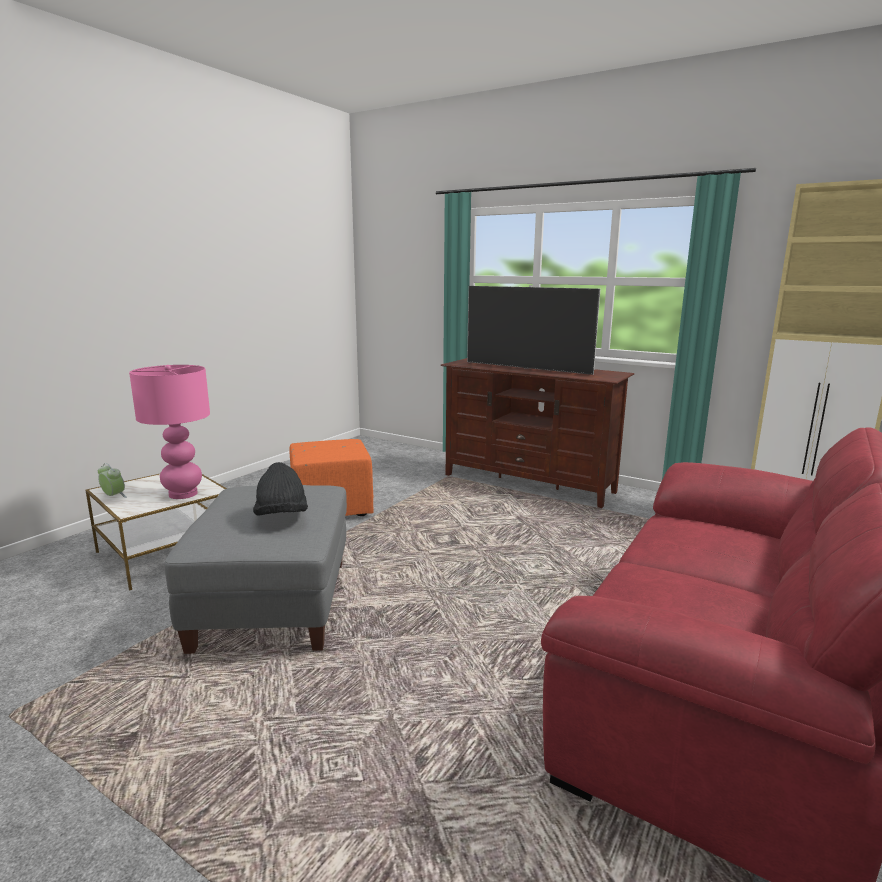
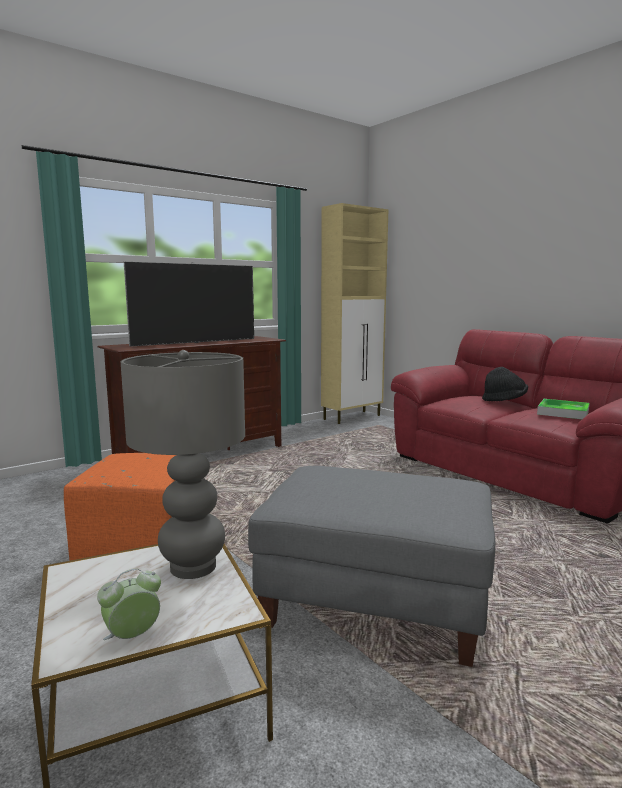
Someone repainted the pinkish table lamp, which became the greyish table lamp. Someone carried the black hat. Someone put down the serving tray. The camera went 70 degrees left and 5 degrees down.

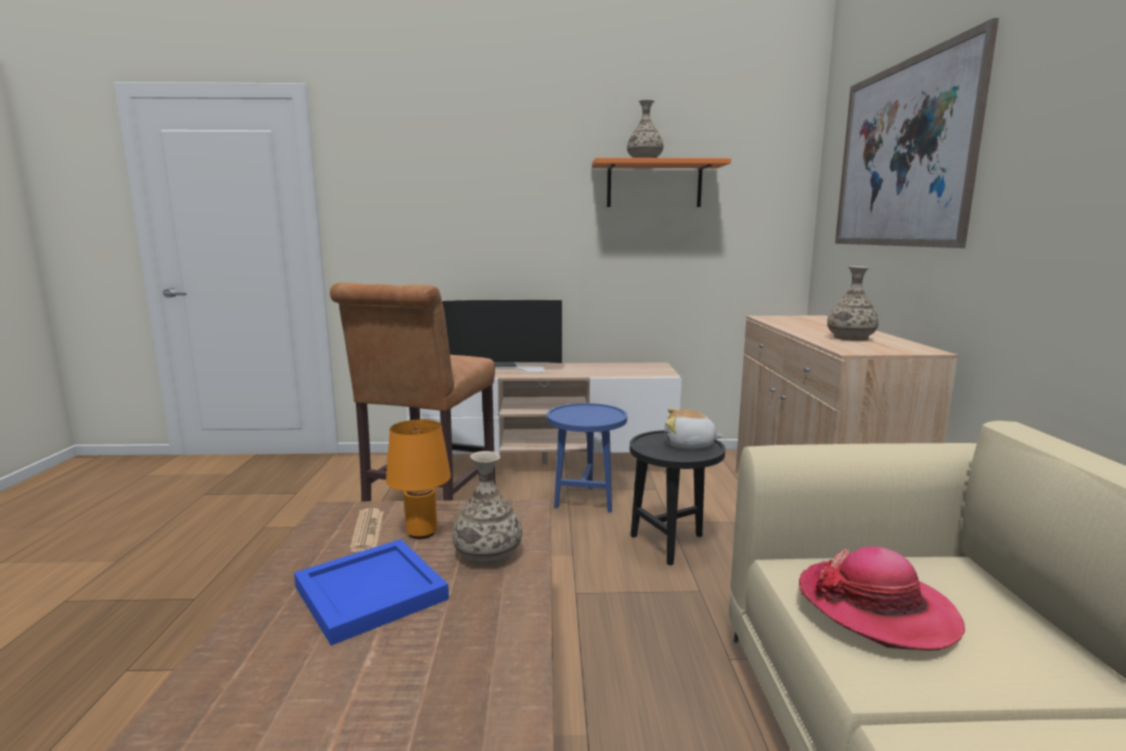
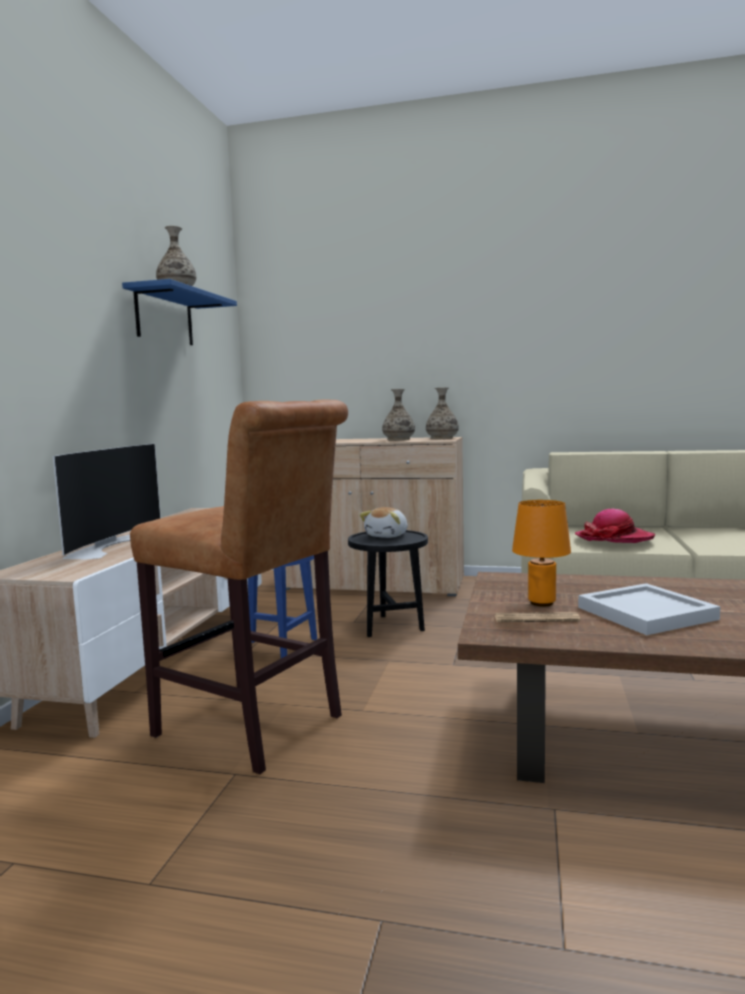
Someone took away the wall picture. Someone repainted the orange wall shelf, which became the blue-coloured wall shelf. Someone carried the vase (no. 1 from left in the first image). Someone repainted the blue-coloured serving tray, which became the whitish serving tray. The camera went 75 degrees left and 5 degrees down.

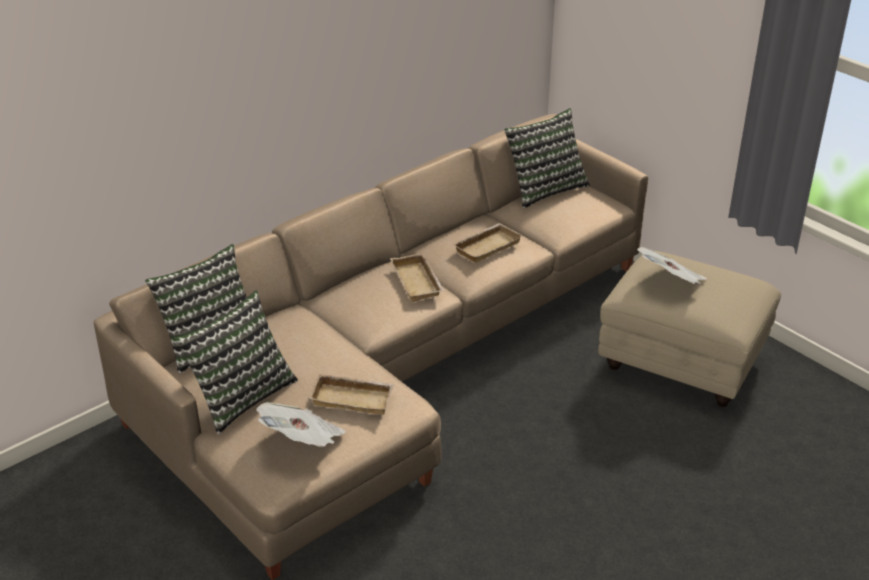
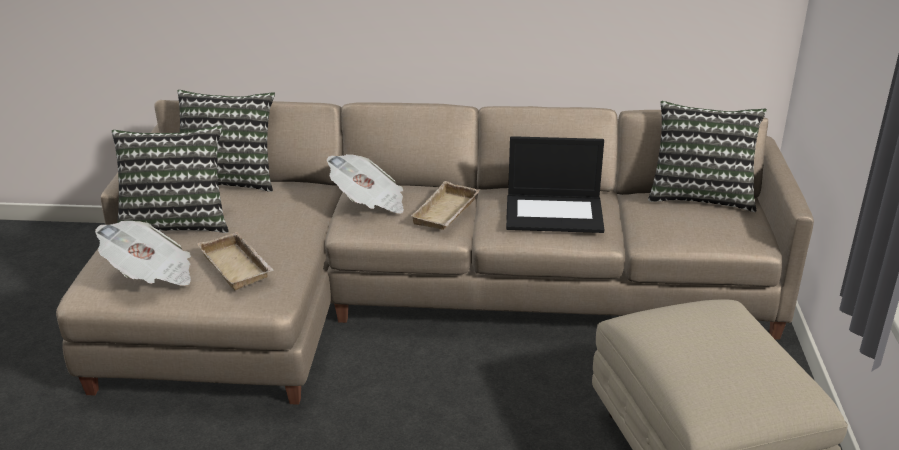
Someone swapped the sand-coloured serving tray (no. 3 from left) for the notebook computer. Someone carried the newspaper (no. 2 from left). The camera went 45 degrees right and 5 degrees down.

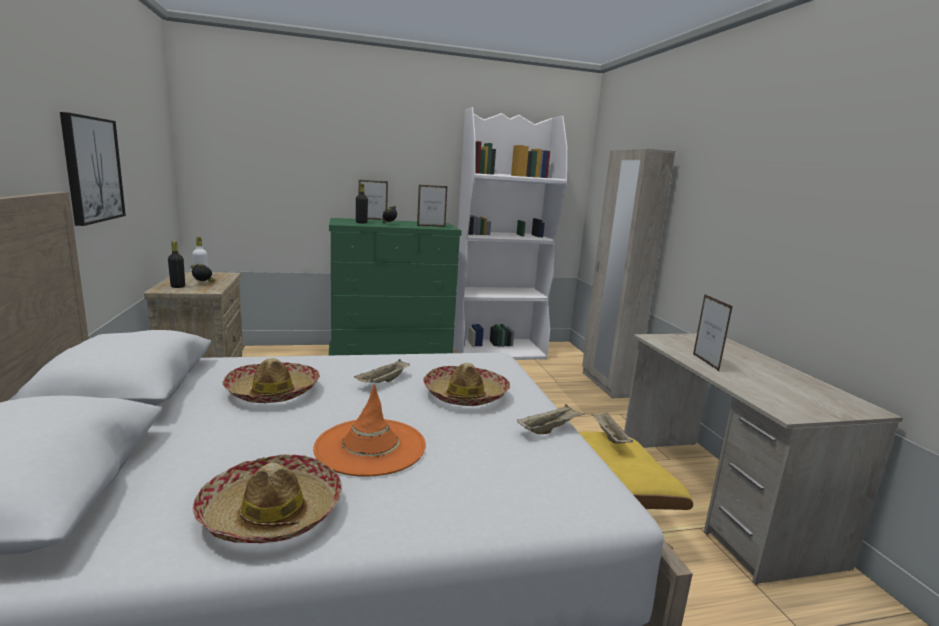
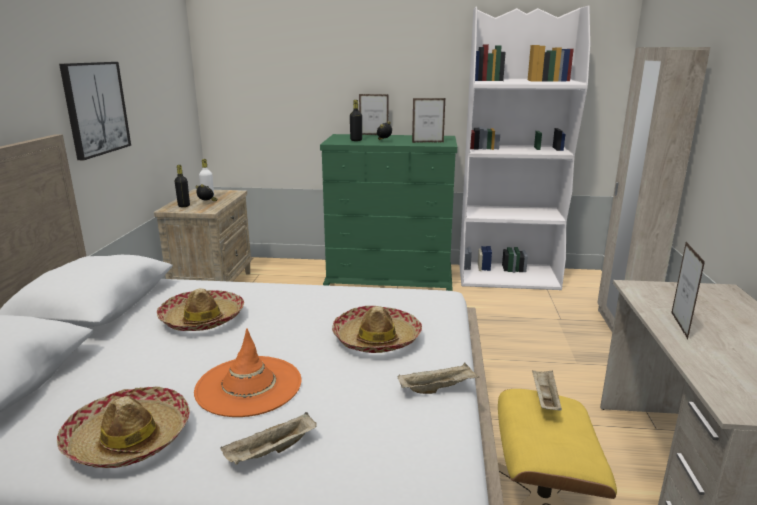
Someone carried the sand-coloured serving tray (no. 1 from left). The camera went 20 degrees right and 5 degrees up.

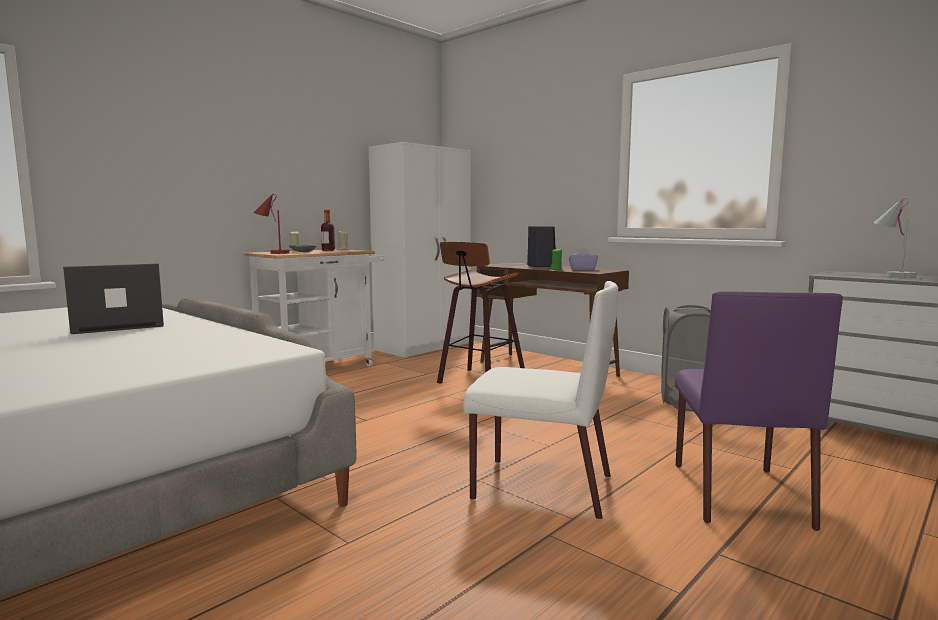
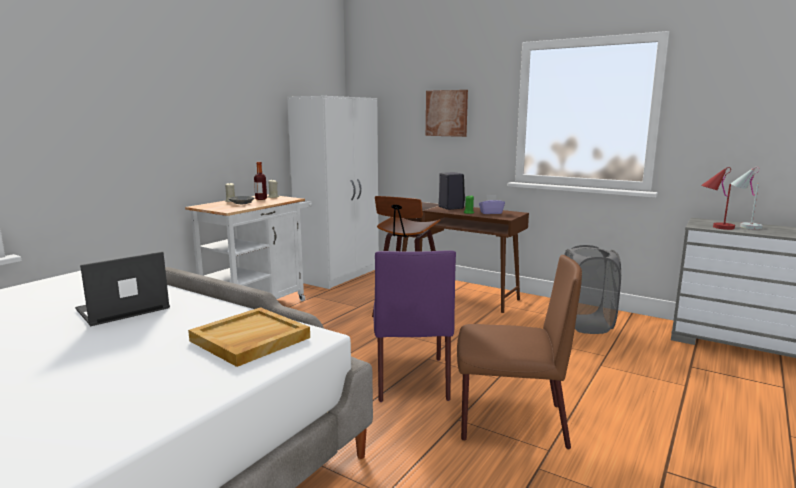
Someone carried the red-coloured table lamp. Someone repainted the whitish plain chair, which became the brown-coloured plain chair. Someone carried the purplish plain chair. Someone put up the wall picture. Someone put down the sand-coloured serving tray. The camera went 10 degrees left and 5 degrees up.

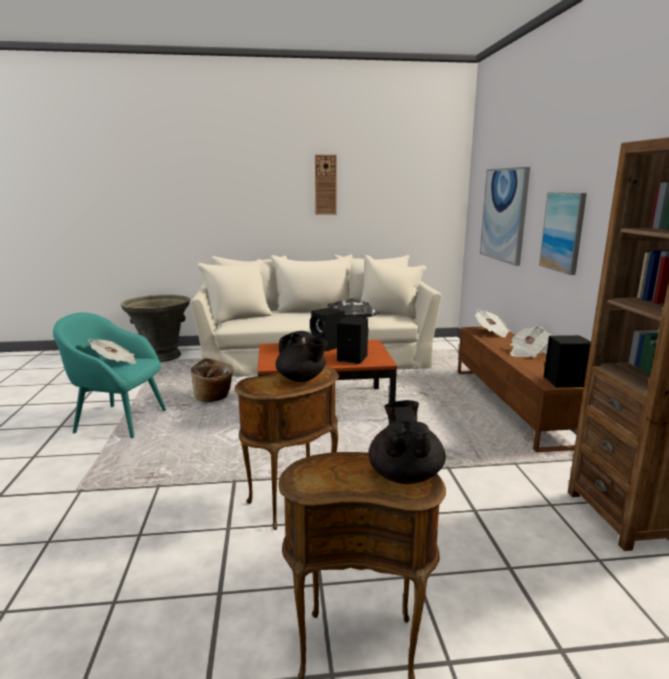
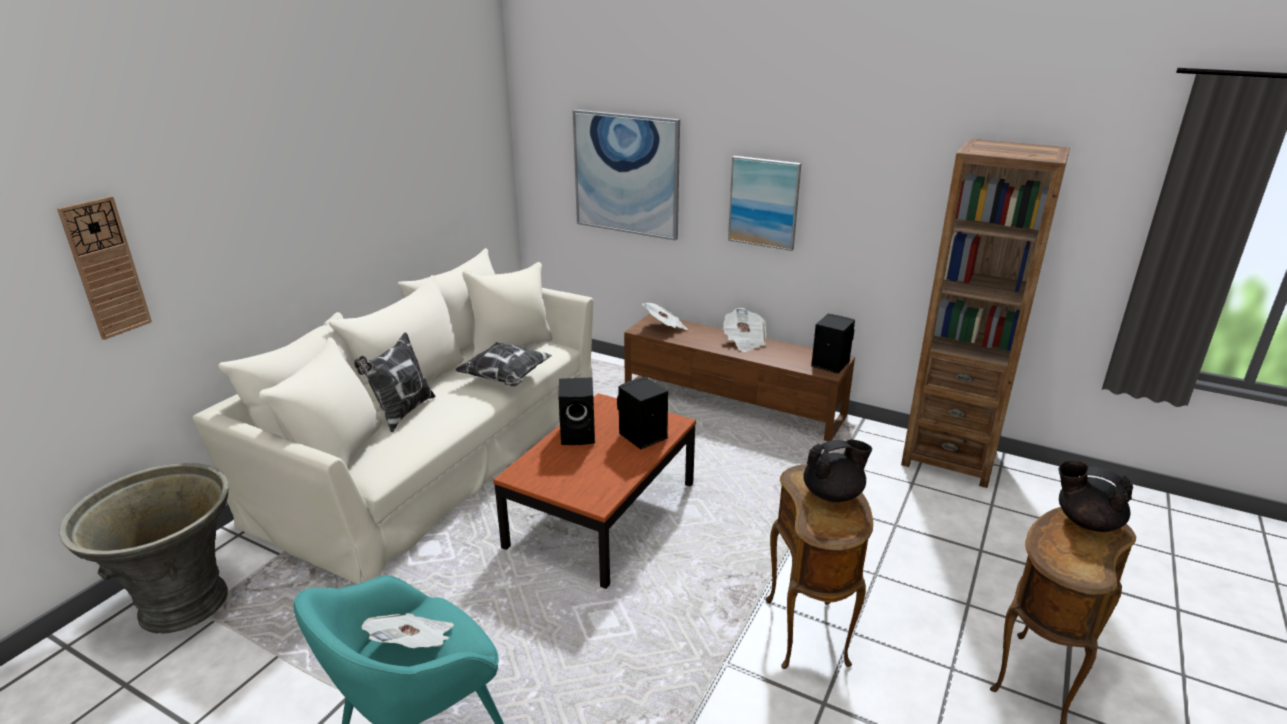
Someone carried the hanging clock. Someone took away the household basket. Someone put down the cushion (no. 1 from left). The camera went 55 degrees left and 10 degrees up.

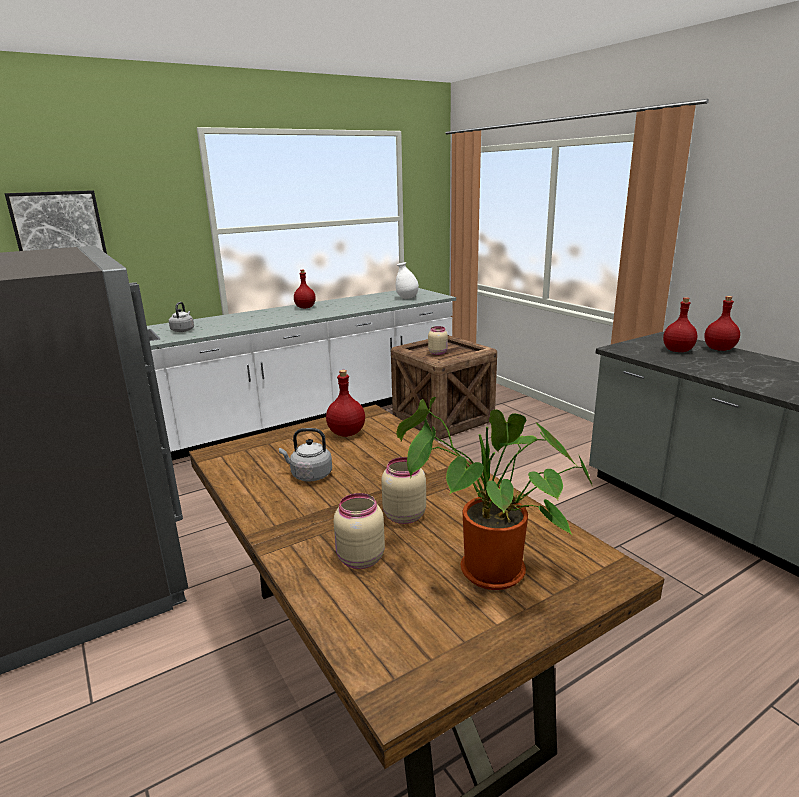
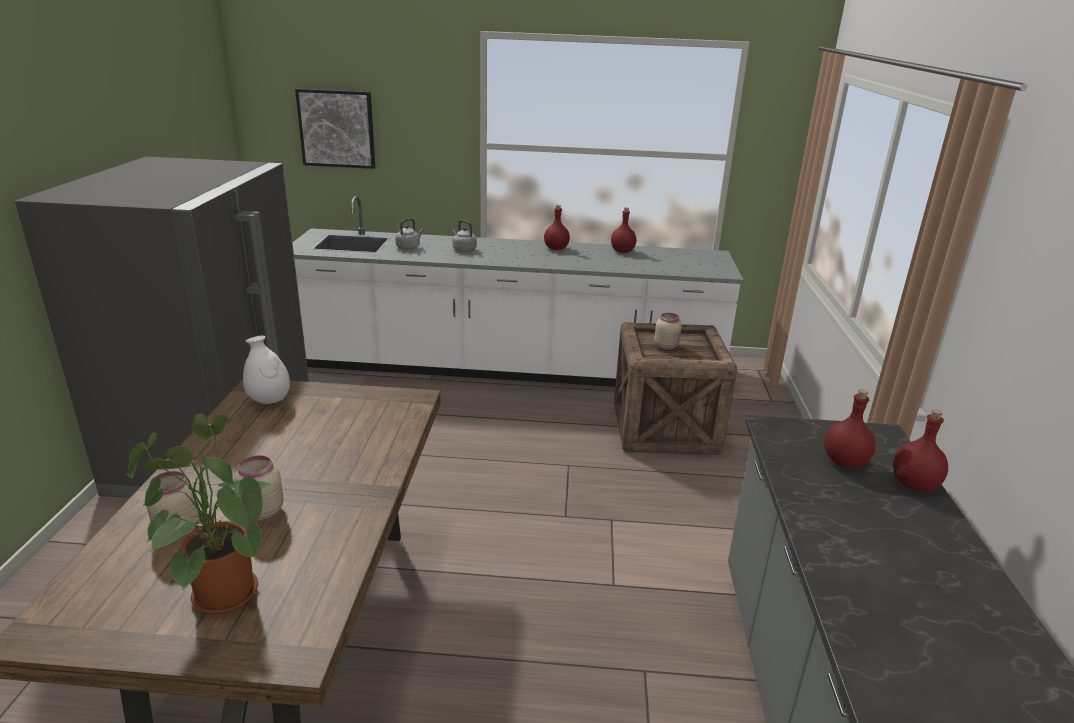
Someone carried the whitish vase. Someone carried the red-coloured beverage bottle (no. 2 from left). Someone carried the greyish kettle (no. 2 from left). The camera went 35 degrees right and 5 degrees up.

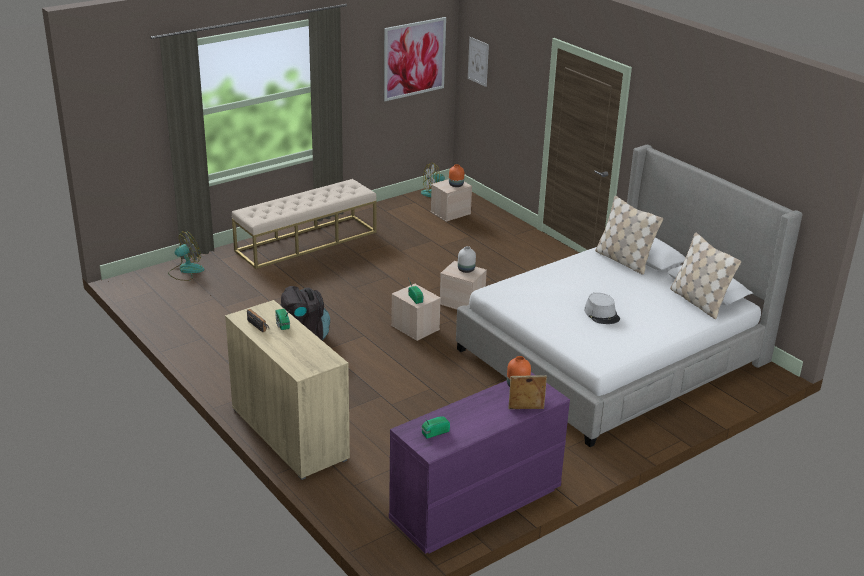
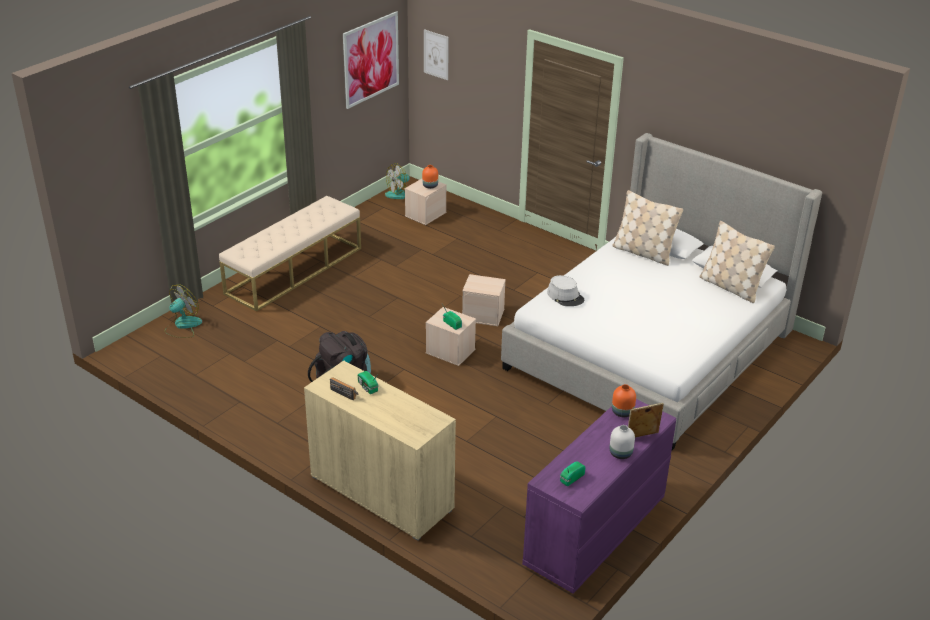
Someone carried the whitish vase. Someone carried the greyish hat. The camera went 15 degrees left and 5 degrees up.

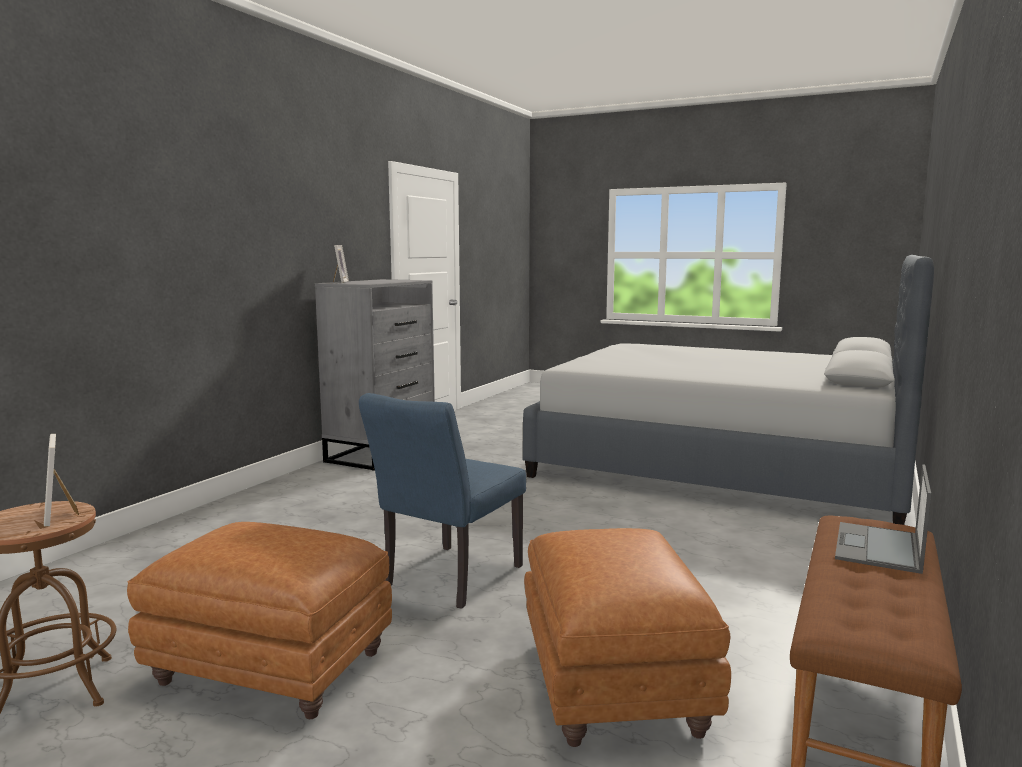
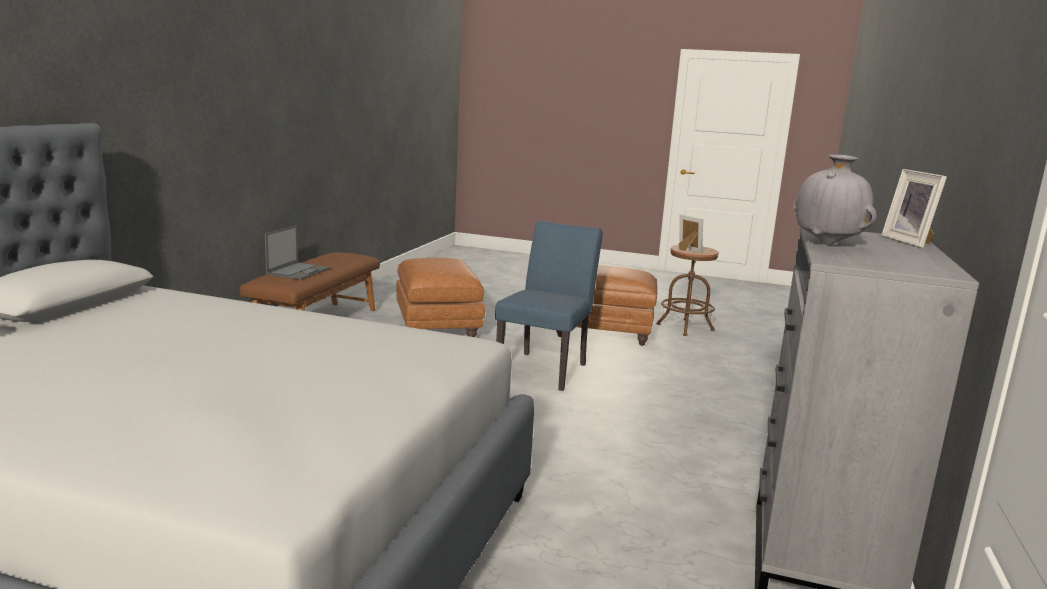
Someone put down the greyish vase. The camera went 170 degrees right and 5 degrees up.

